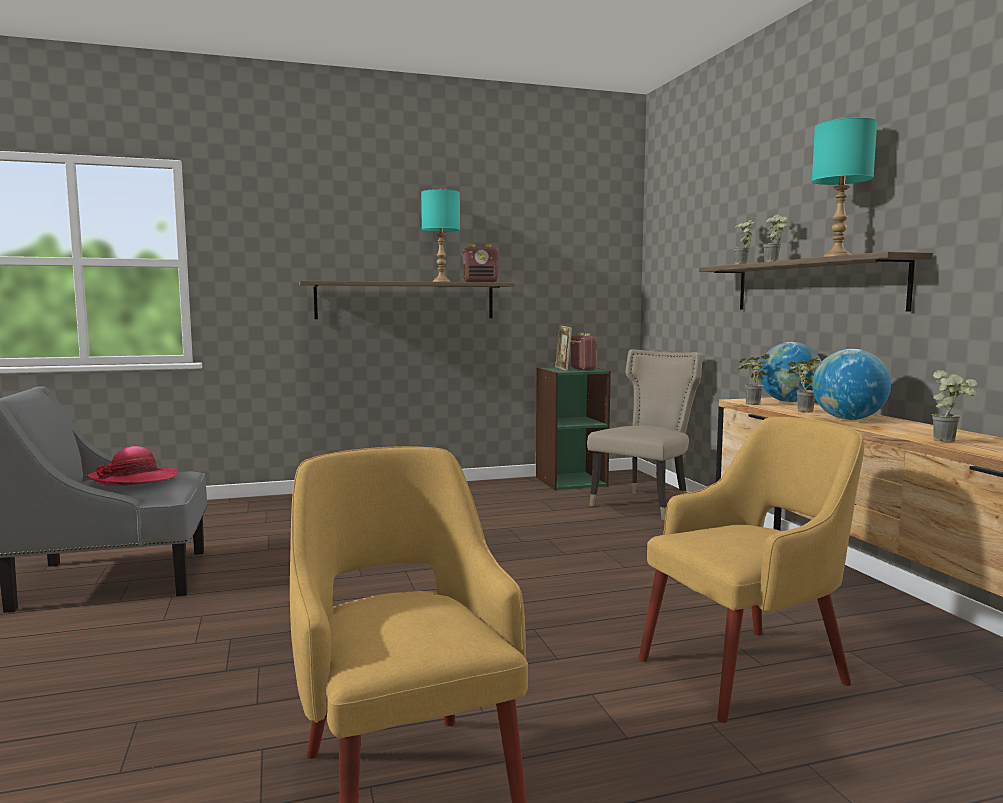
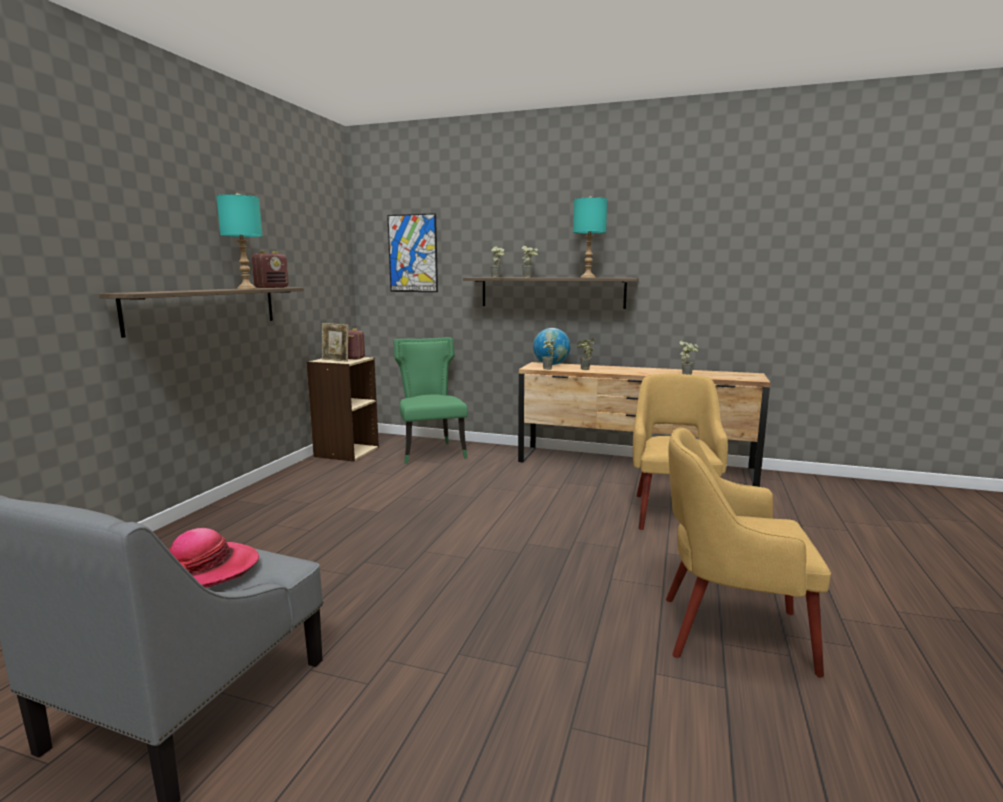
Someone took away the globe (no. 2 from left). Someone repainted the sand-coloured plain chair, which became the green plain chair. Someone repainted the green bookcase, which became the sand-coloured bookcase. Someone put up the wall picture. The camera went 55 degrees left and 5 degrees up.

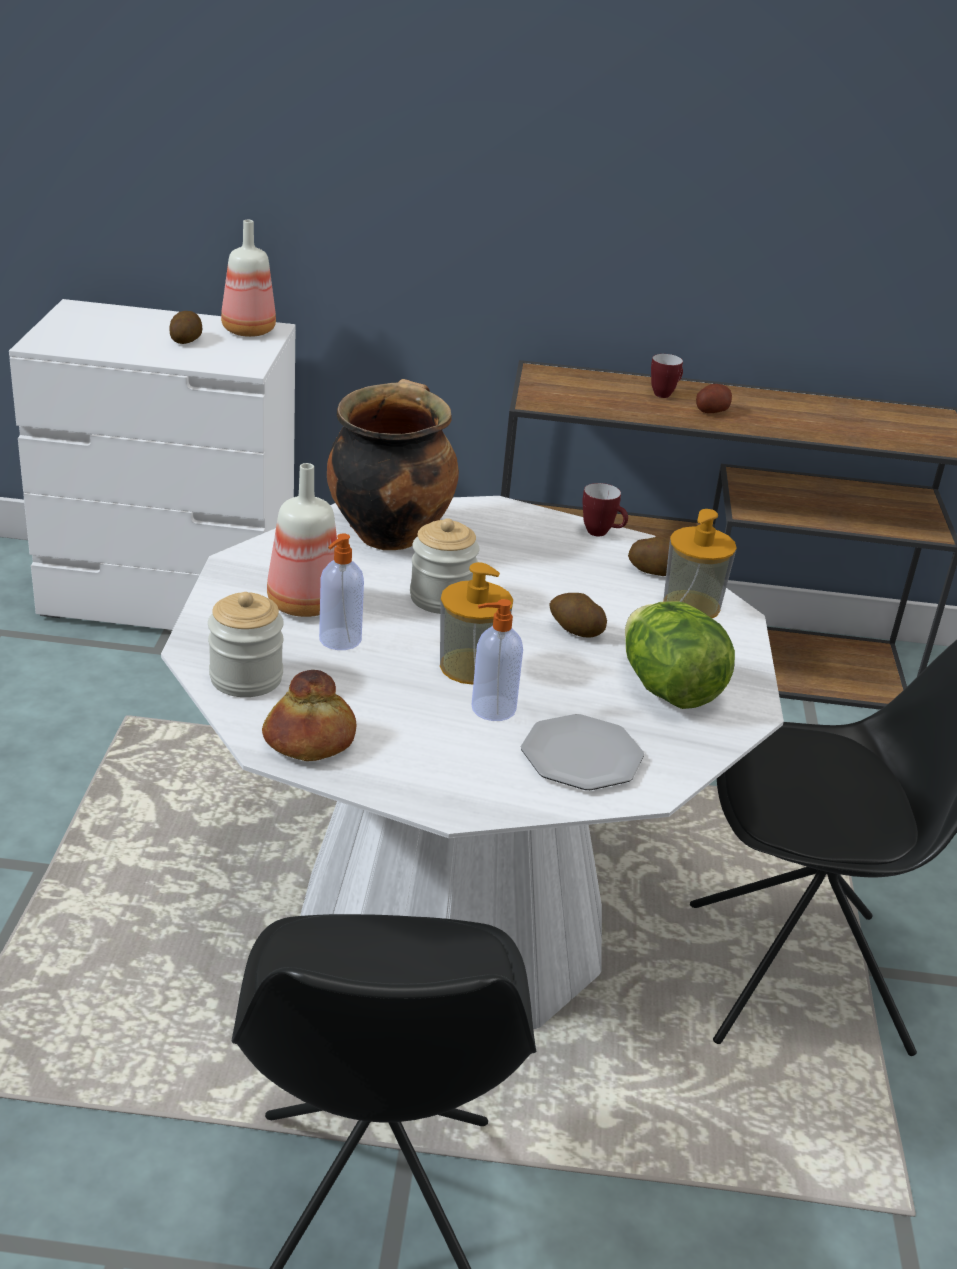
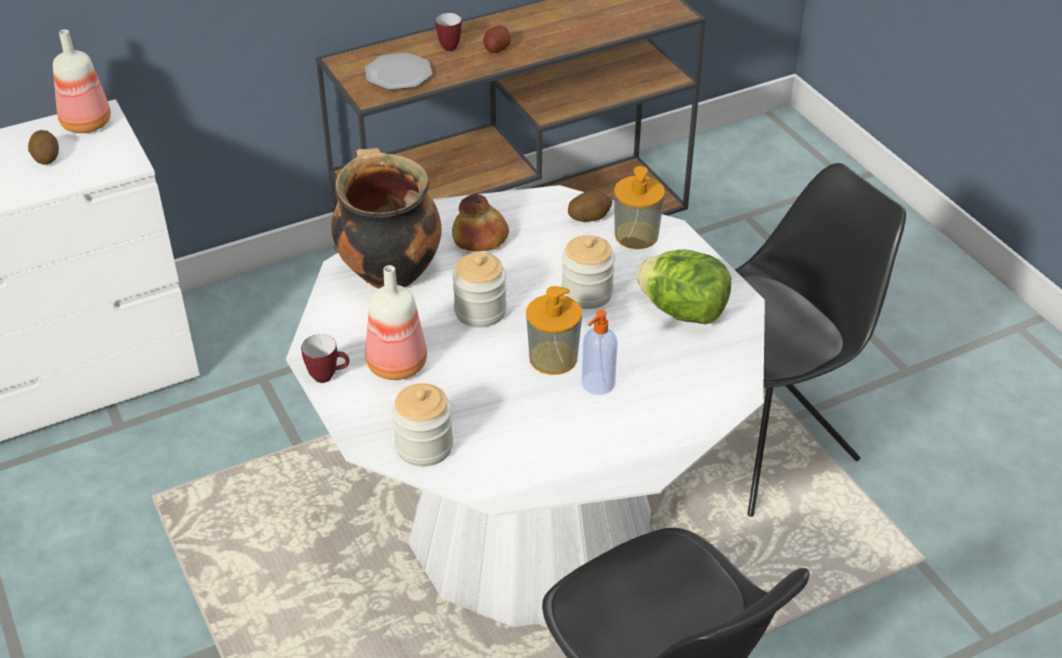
Someone carried the coffee mug (no. 1 from left). Someone took away the soap dispenser (no. 1 from left). Someone swapped the potato (no. 2 from left) for the preserve jar (no. 3 from left). Someone carried the bakery bread. Someone carried the plate. The camera went 30 degrees left and 10 degrees up.

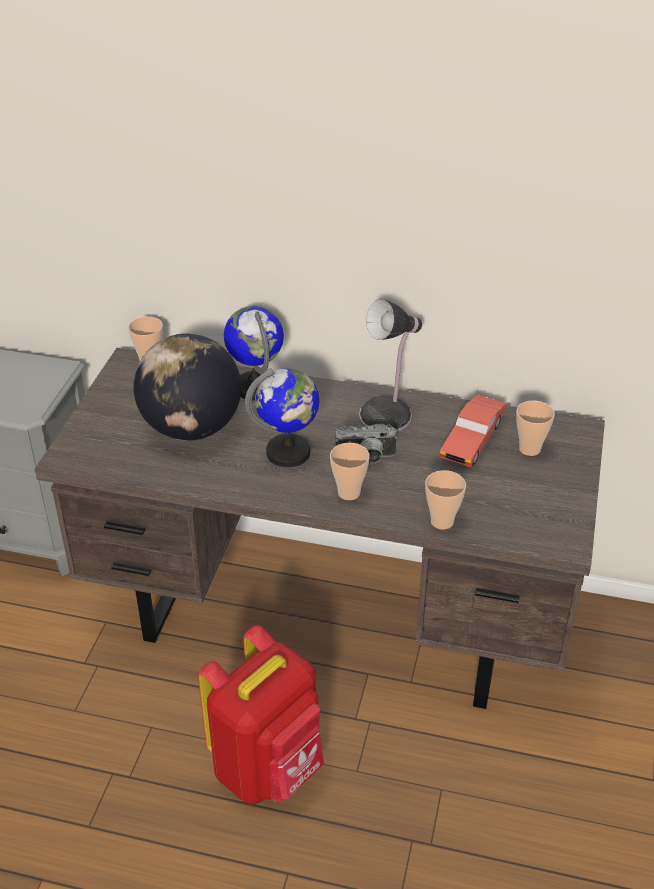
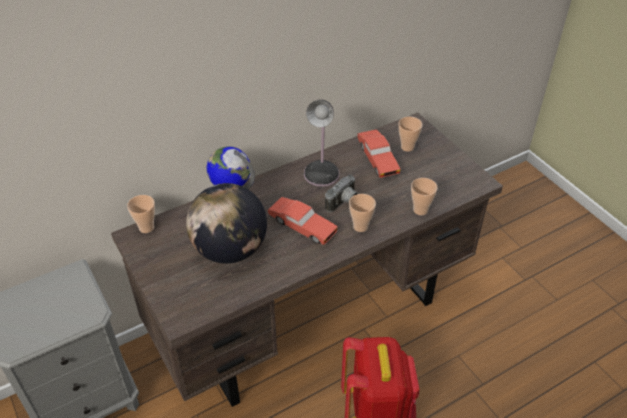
Someone swapped the globe (no. 3 from left) for the red-coloured toy car (no. 1 from left). The camera went 45 degrees left and 5 degrees up.

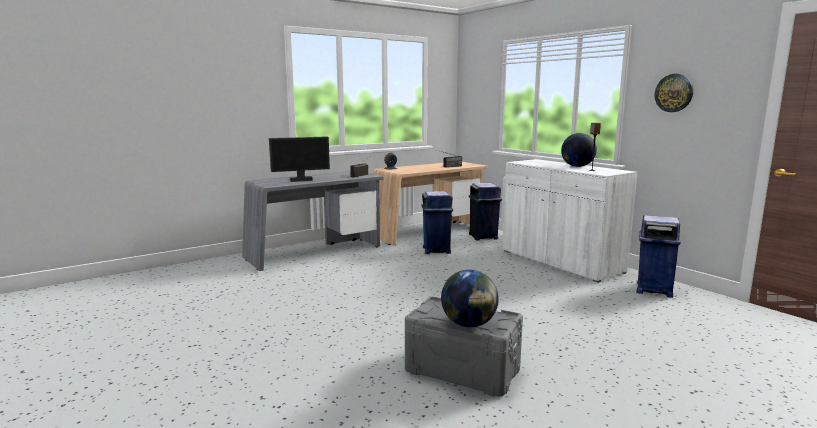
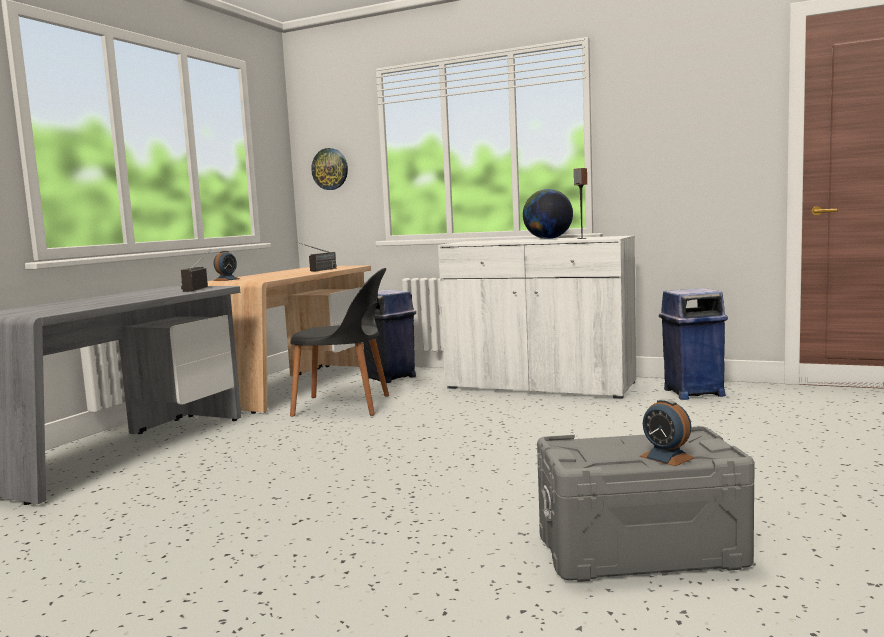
Someone carried the hanging clock. Someone took away the computer screen. Someone swapped the blue-coloured waste bin (no. 1 from left) for the black plain chair. Someone swapped the globe (no. 1 from left) for the alarm clock (no. 2 from left). The camera went 30 degrees left and 5 degrees down.

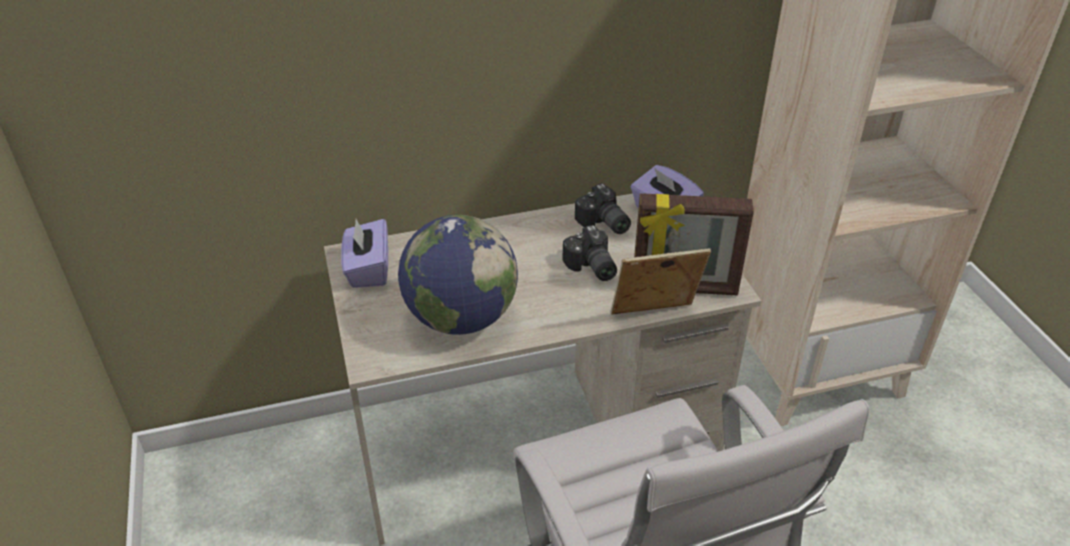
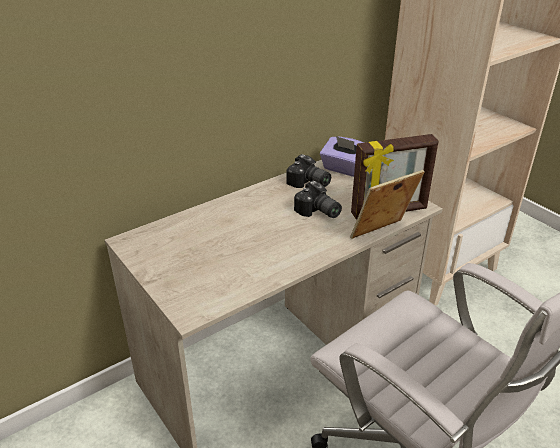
Someone took away the globe. Someone took away the purplish box of tissues (no. 1 from left). The camera went 20 degrees left and 5 degrees down.

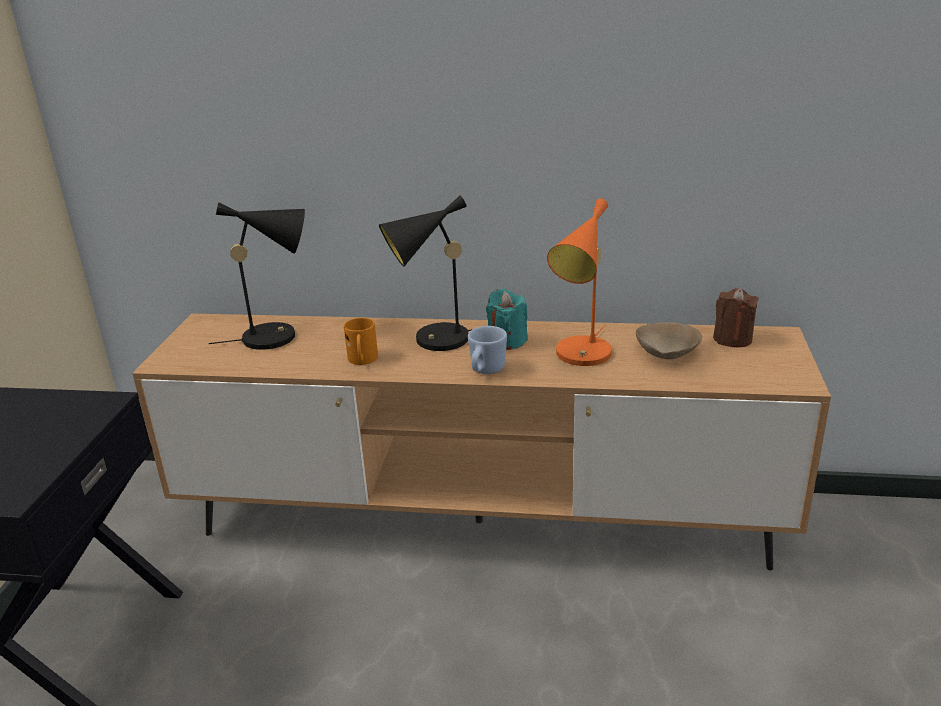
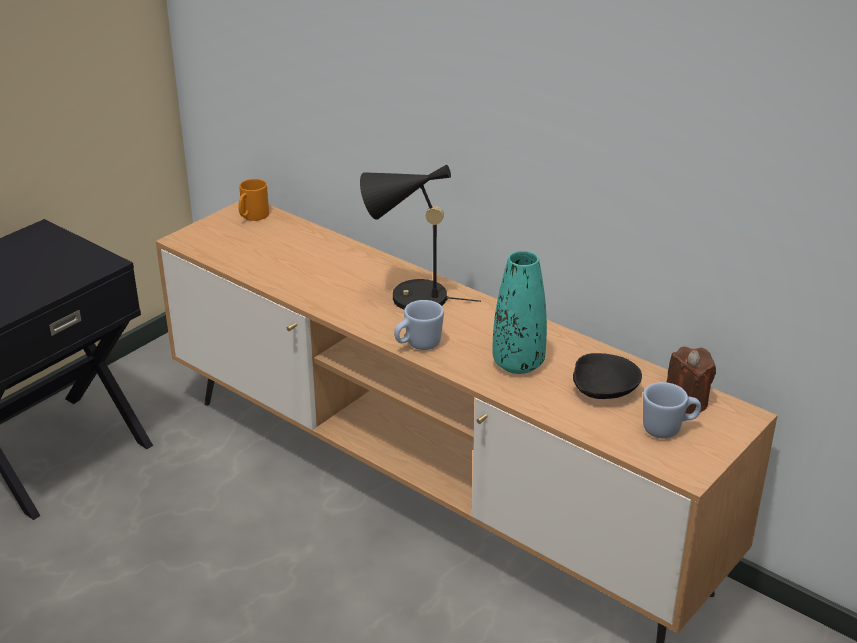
Someone swapped the orange table lamp for the turquoise-coloured vase. Someone took away the black table lamp (no. 1 from left). Someone took away the turquoise-coloured candle. Someone carried the orange coffee mug. Someone repainted the sand-coloured serving bowl, which became the black serving bowl. Someone put down the blue-coloured coffee mug (no. 2 from left). The camera went 30 degrees right and 5 degrees up.

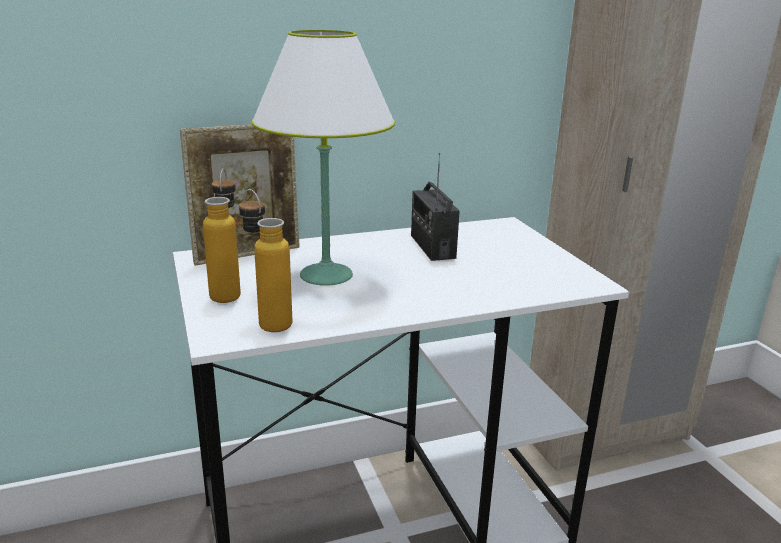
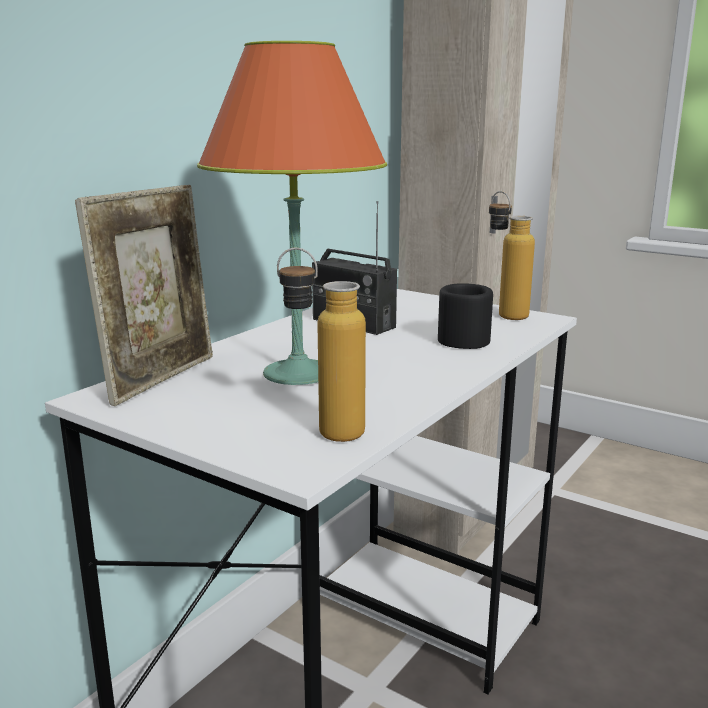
Someone repainted the whitish table lamp, which became the orange table lamp. Someone carried the beverage bottle (no. 1 from left in the first image). Someone put down the black coffee mug. The camera went 35 degrees left and 5 degrees down.

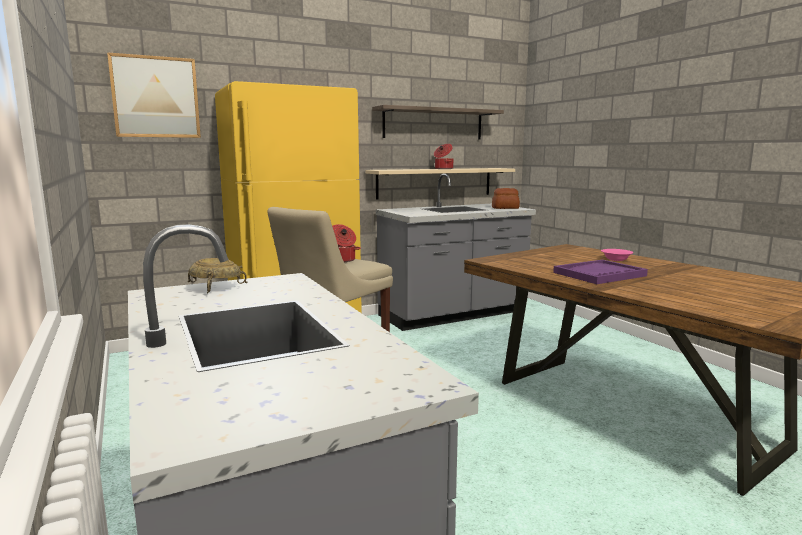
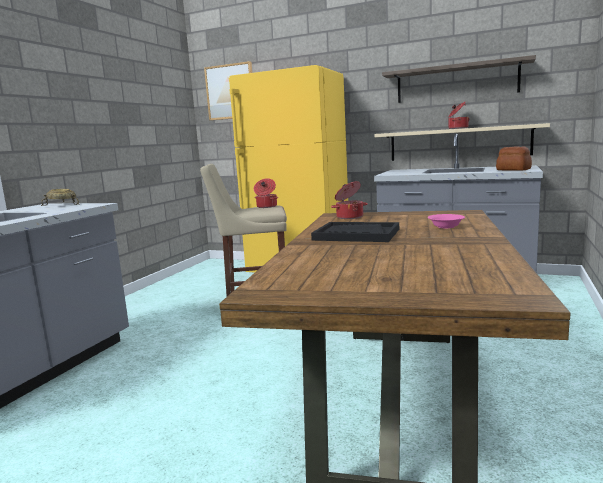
Someone repainted the purplish serving tray, which became the black serving tray. Someone put down the cooking pot (no. 2 from left). The camera went 50 degrees right and 0 degrees up.

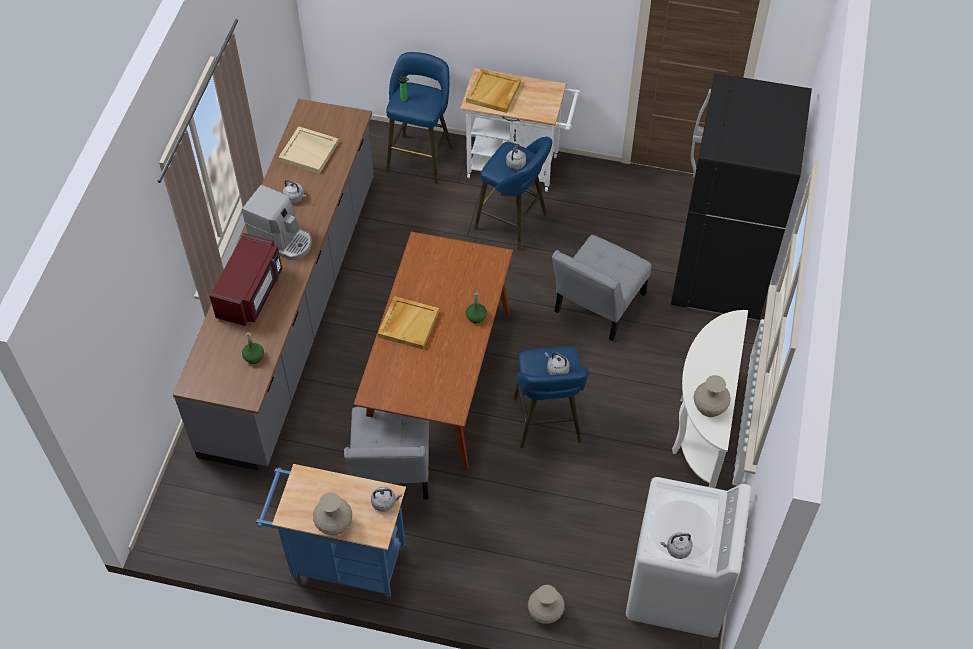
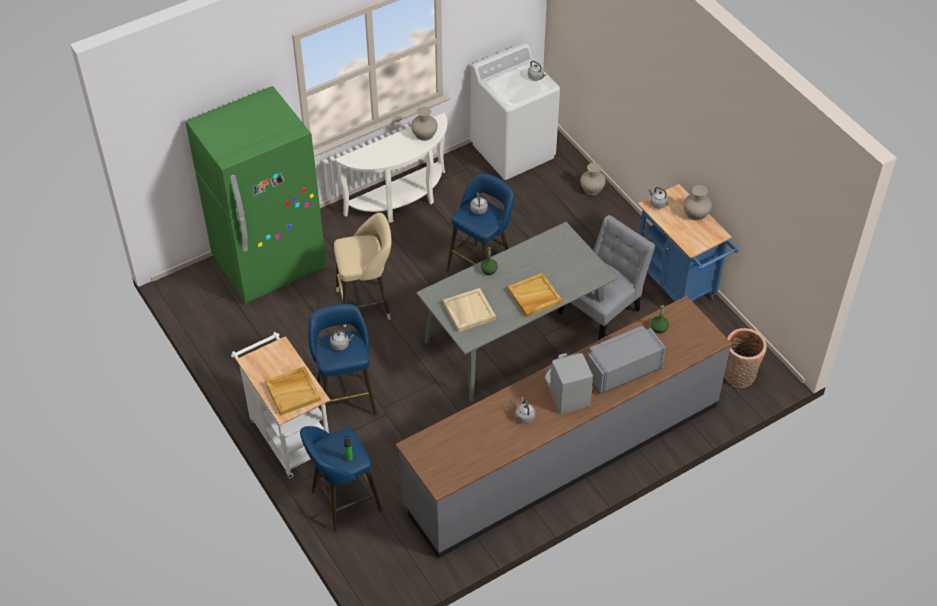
Someone repainted the black fridge, which became the green fridge. Someone carried the sand-coloured serving tray (no. 1 from left in the first image). Someone repainted the brown-coloured dining table, which became the greyish dining table. Someone repainted the red-coloured kitchen microwave, which became the greyish kitchen microwave. Someone swapped the greyish plain chair (no. 2 from left) for the sand-coloured stool. Someone put down the household basket. The camera went 135 degrees left and 5 degrees down.

